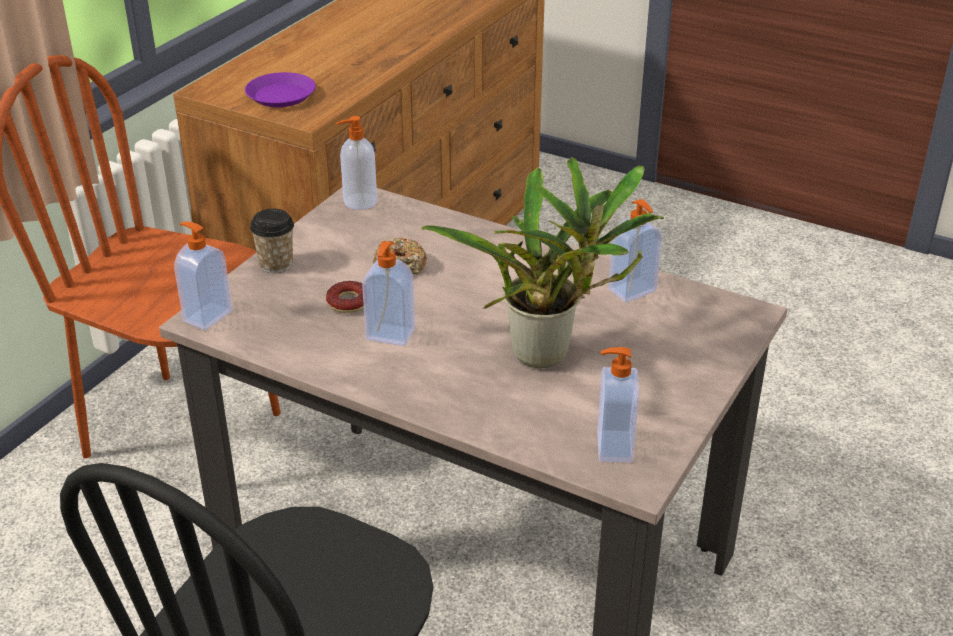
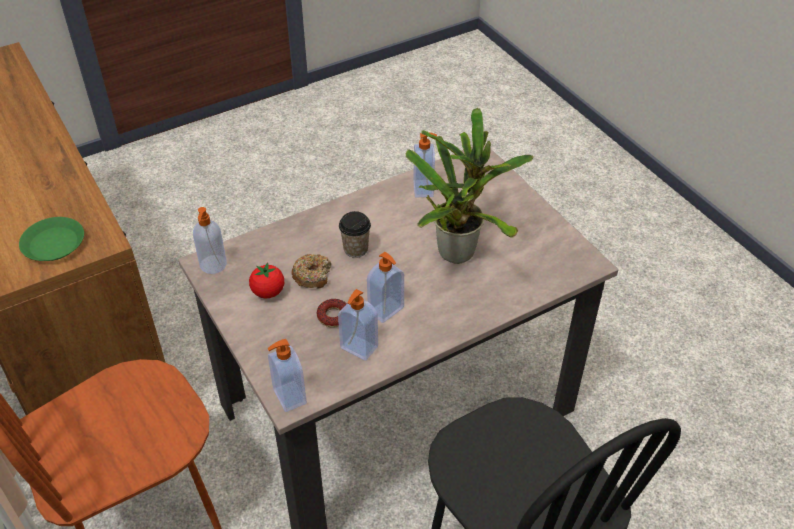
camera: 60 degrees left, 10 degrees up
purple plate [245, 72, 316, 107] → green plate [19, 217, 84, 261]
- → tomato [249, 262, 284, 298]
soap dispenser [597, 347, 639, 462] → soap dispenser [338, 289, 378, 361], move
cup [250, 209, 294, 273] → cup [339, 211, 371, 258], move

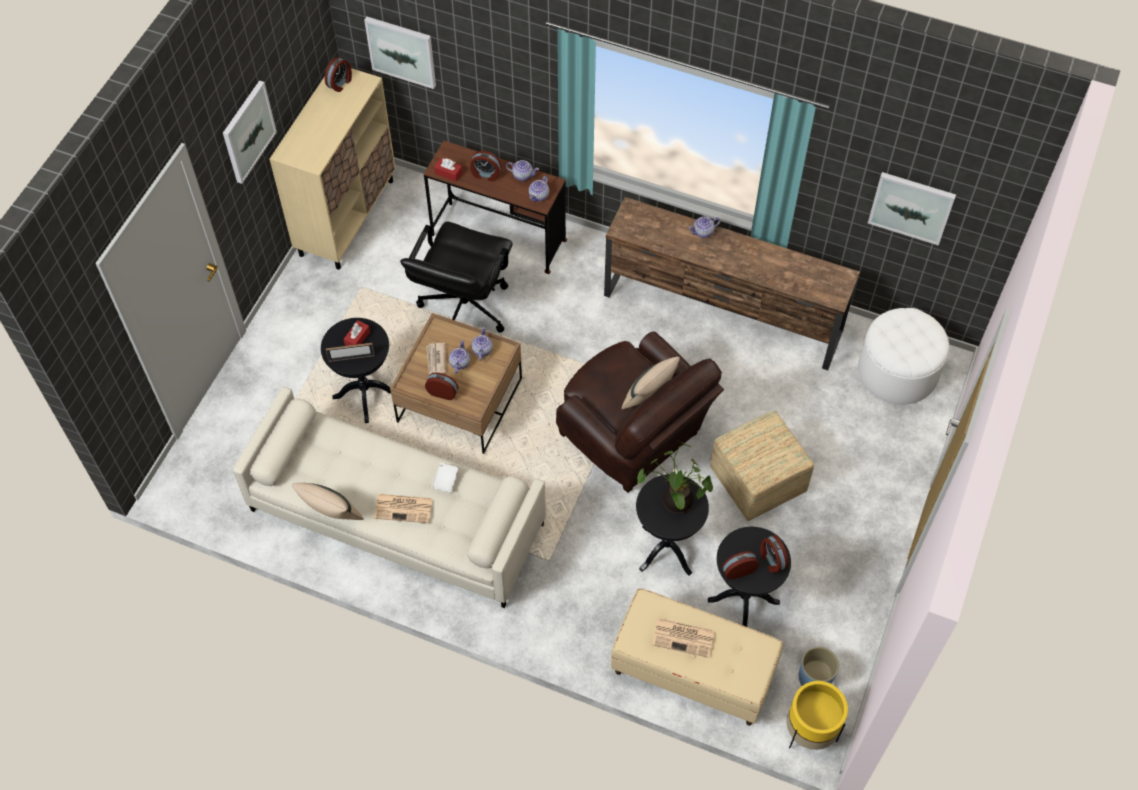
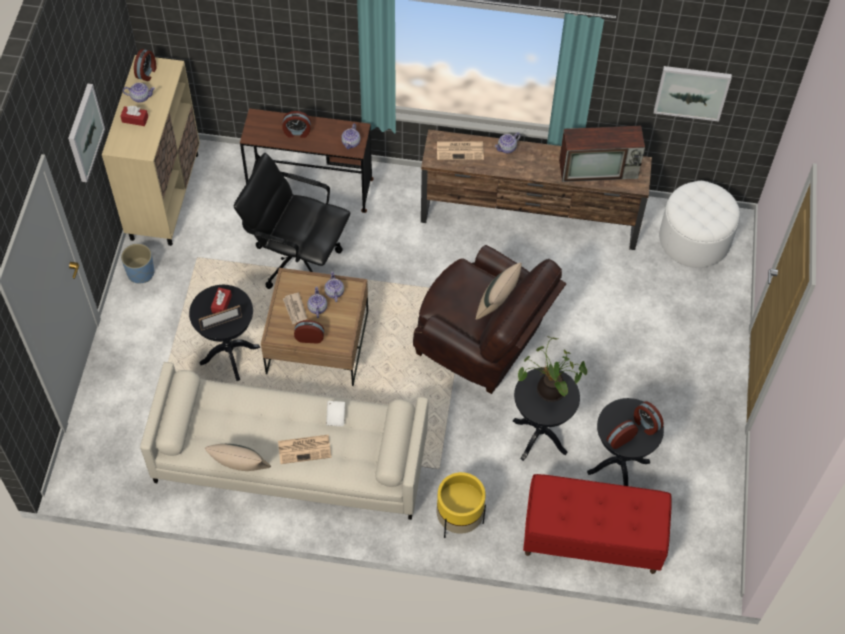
camera: 15 degrees left, 0 degrees up
red tissue box [434, 158, 462, 182] → red tissue box [120, 106, 148, 126], move
blue planter [799, 647, 839, 686] → blue planter [121, 244, 154, 283], move
teapot [506, 160, 539, 181] → teapot [123, 83, 155, 103], move
black office chair [400, 222, 513, 333] → black office chair [234, 153, 350, 289], 105 degrees clockwise
newspaper [652, 618, 715, 658] → newspaper [437, 142, 484, 160], move
yellow planter [787, 681, 848, 750] → yellow planter [437, 472, 486, 538], move
beige bench [611, 588, 783, 726] → red bench [523, 474, 672, 574]
- → television [559, 126, 645, 182]
picture [364, 17, 436, 89] → -
ottoman [710, 411, 814, 521] → -

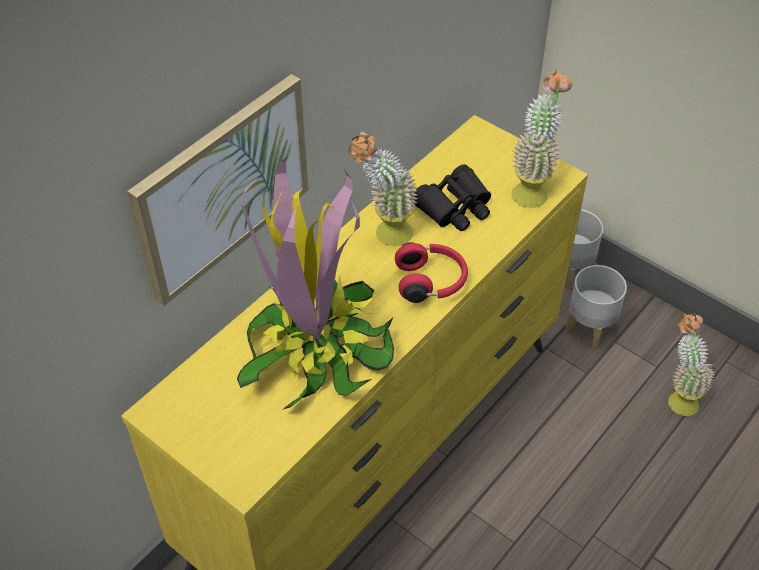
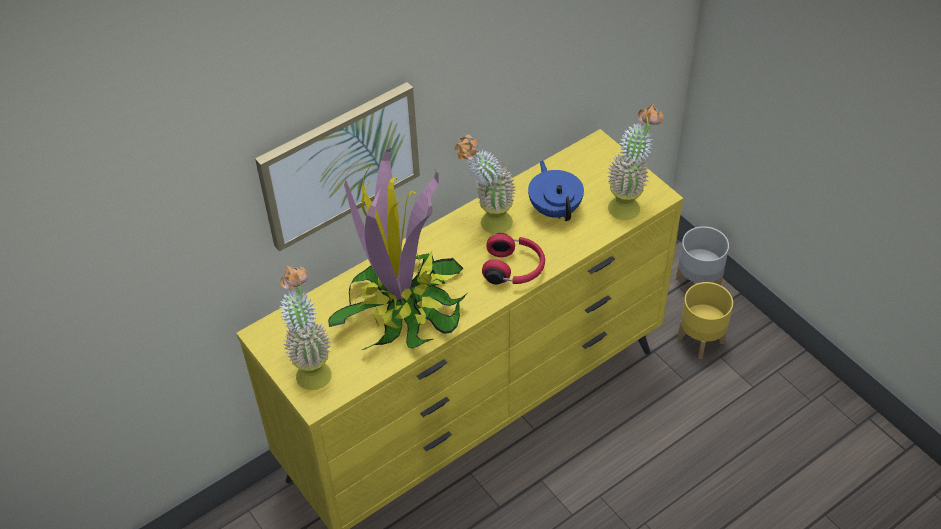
camera: 15 degrees right, 0 degrees up
potted plant [668, 314, 715, 416] → potted plant [279, 265, 332, 390], move
black binoculars [414, 164, 491, 231] → blue teapot [528, 160, 584, 221]
grey planter [566, 265, 627, 348] → yellow planter [677, 282, 733, 359]

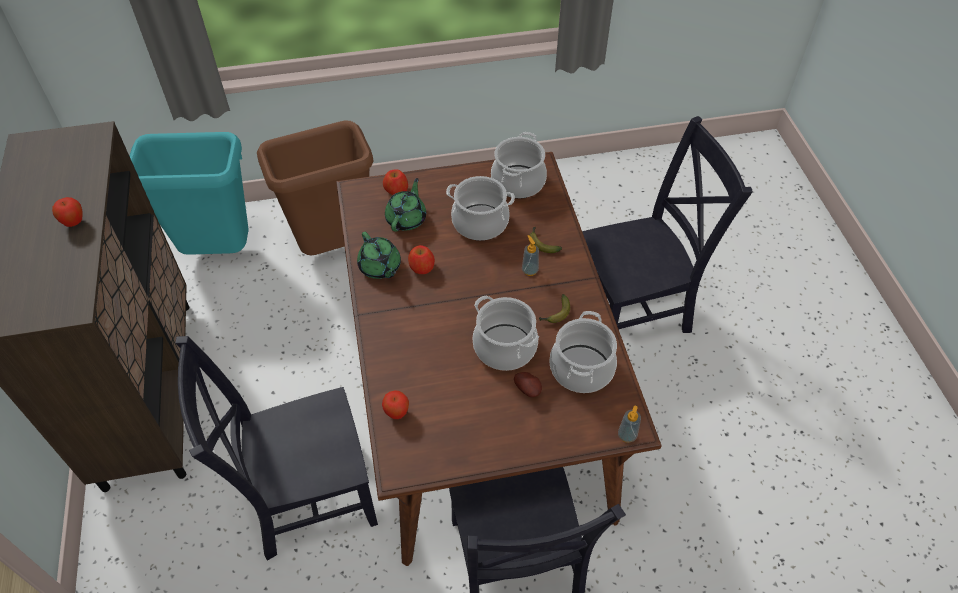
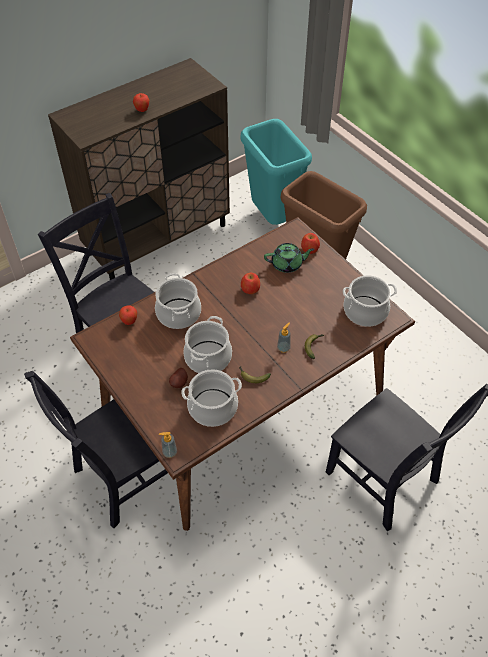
camera: 65 degrees right, 0 degrees up
cooking pot [446, 176, 515, 241] → cooking pot [155, 273, 201, 329], move
green teapot [357, 232, 401, 279] → -

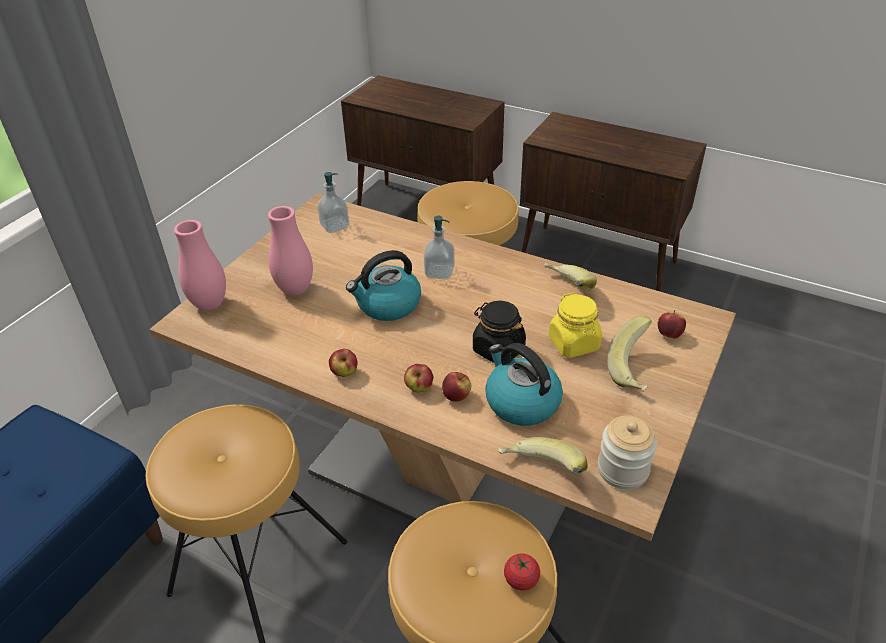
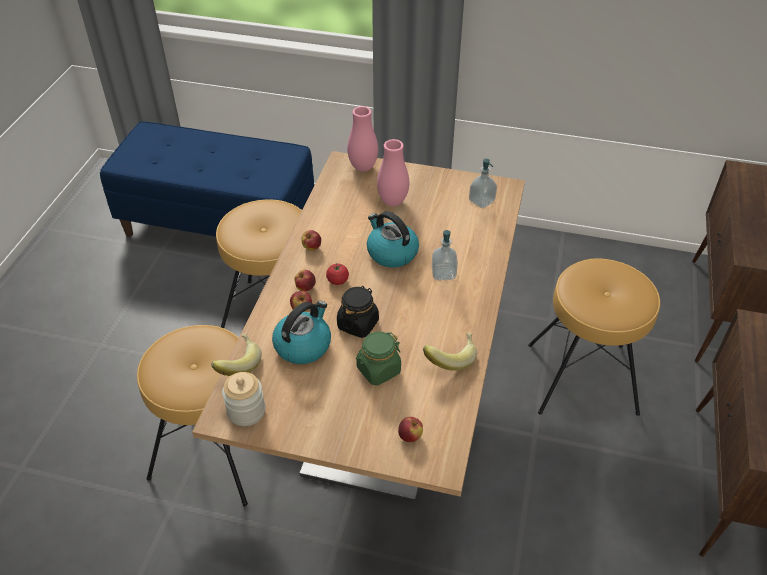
camera: 75 degrees right, 5 degrees up
tomato [504, 553, 540, 590] → tomato [326, 263, 349, 285], move
yellow jar [549, 292, 602, 358] → green jar [356, 331, 401, 386]
banana [607, 316, 652, 392] → -

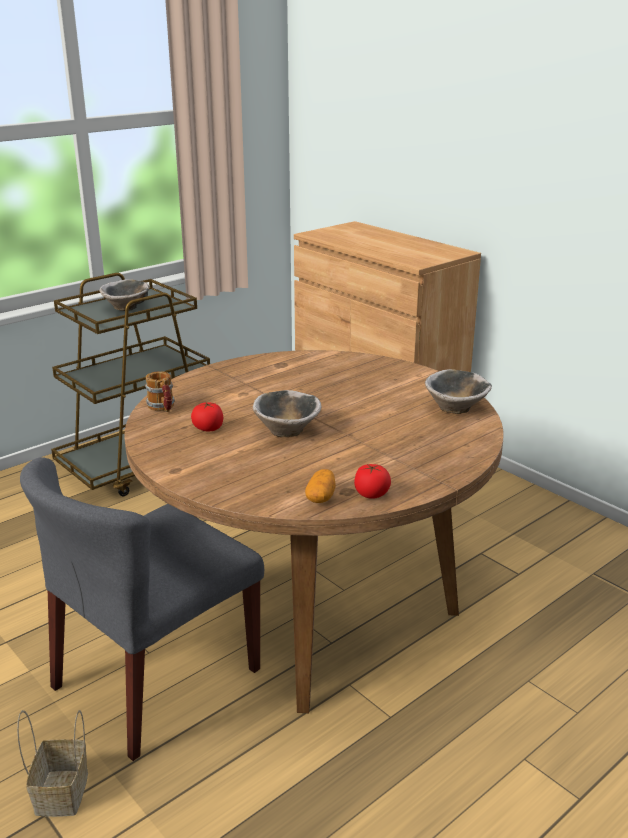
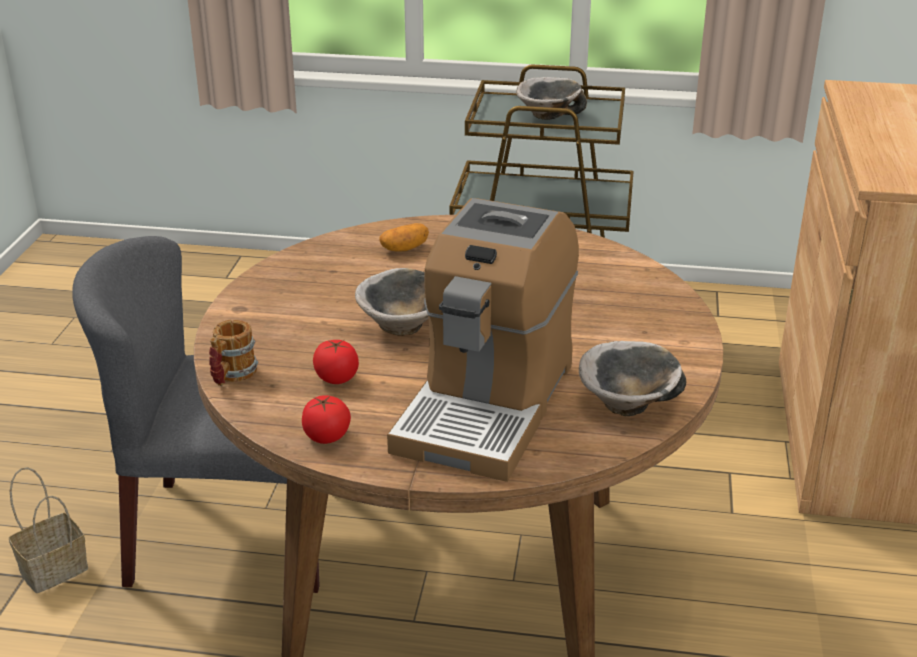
camera: 50 degrees right, 5 degrees up
mug [145, 371, 175, 412] → mug [209, 320, 258, 386], move
tomato [191, 402, 223, 431] → tomato [313, 340, 359, 384], move
potato [305, 469, 336, 503] → potato [379, 223, 429, 252], move
- → coffee machine [387, 198, 579, 482]

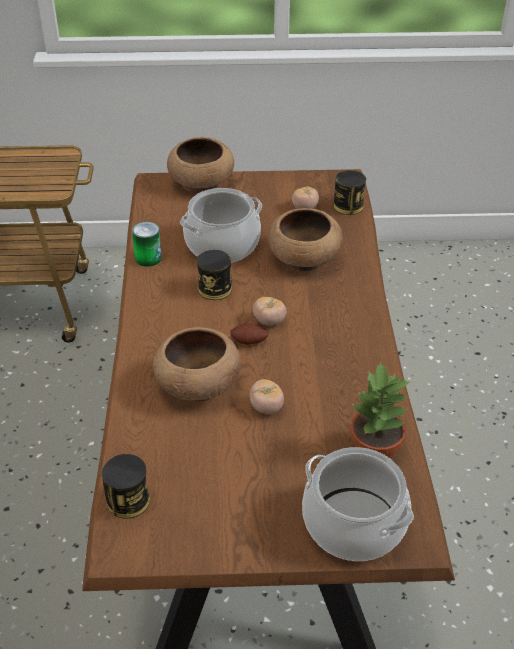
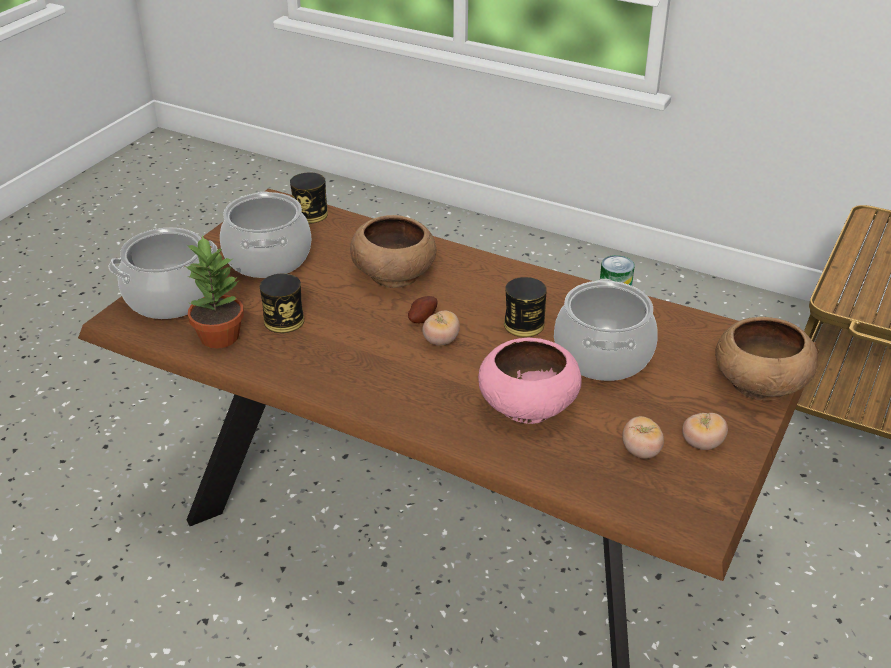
camera: 120 degrees right, 5 degrees down
- → cooking pot [220, 191, 311, 278]
can [334, 170, 366, 215] → can [260, 273, 304, 333], move
brown bowl [268, 208, 343, 271] → pink bowl [478, 338, 582, 424]
tomato [249, 379, 284, 414] → tomato [682, 412, 728, 450], move

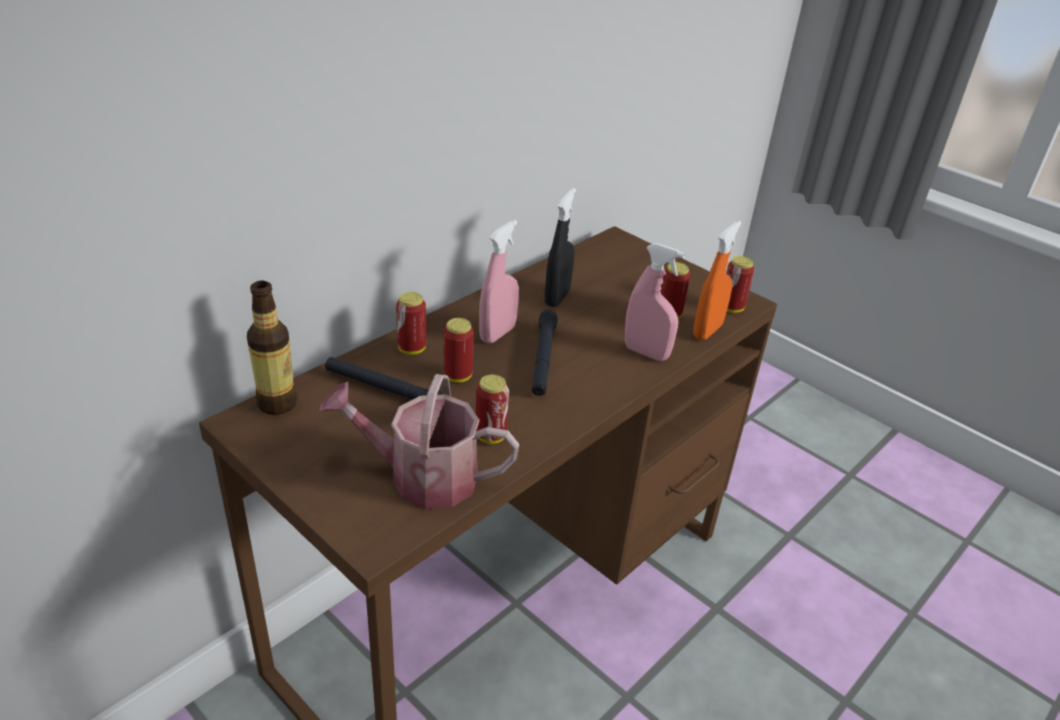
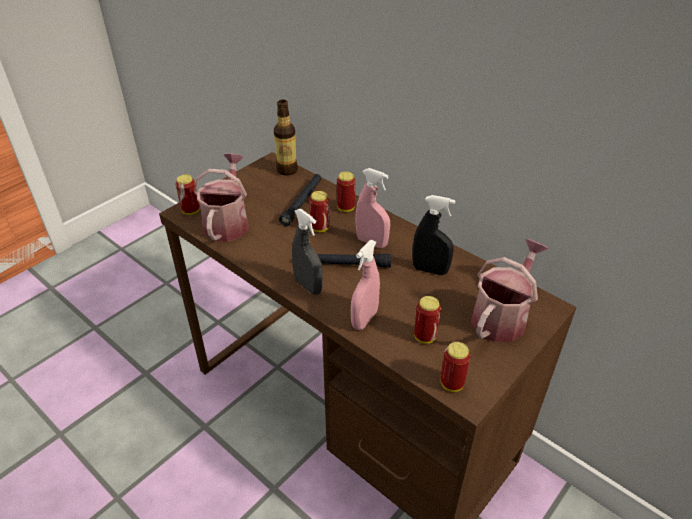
camera: 90 degrees right, 5 degrees up
can [476, 375, 509, 444] → can [176, 174, 200, 215], move
- → grey spray bottle [292, 209, 323, 295]
- → watering can [471, 239, 549, 342]
orange spray bottle [693, 221, 742, 340] → -

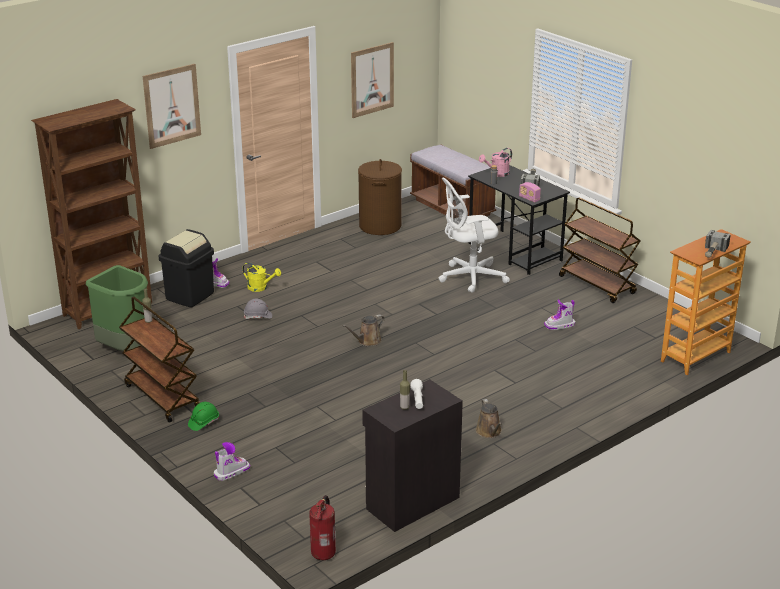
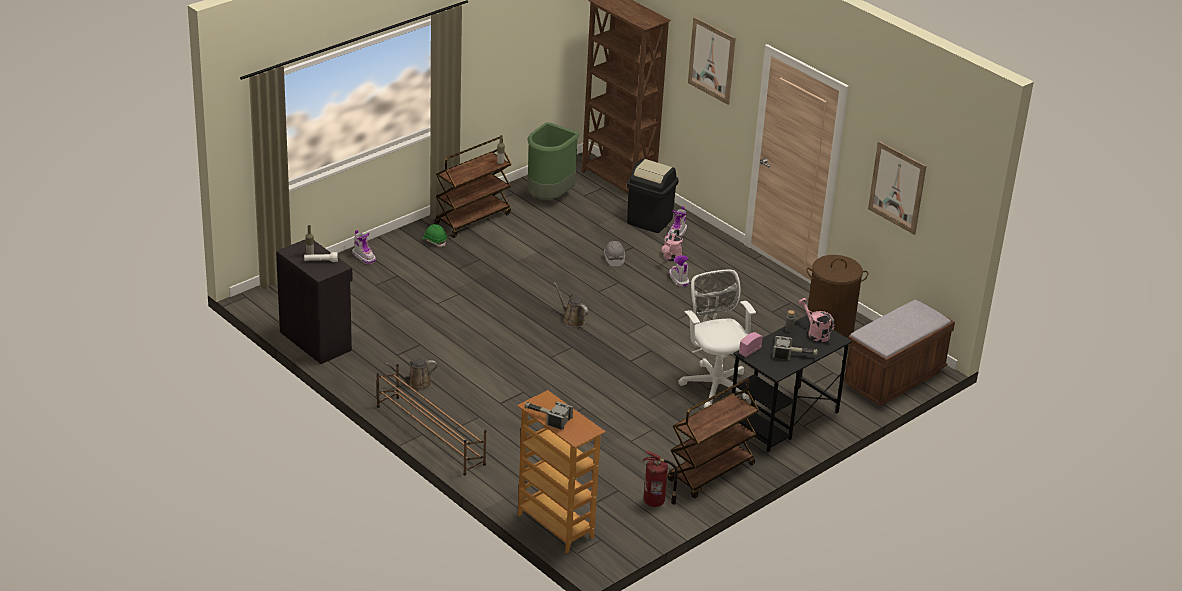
camera: 85 degrees right, 5 degrees up
- → brown shoe rack [377, 364, 486, 475]
fire extinguisher [309, 495, 336, 560] → fire extinguisher [643, 450, 678, 507], move
yellow watering can [242, 263, 281, 292] → pink watering can [662, 229, 683, 261]
boot [544, 299, 575, 330] → boot [669, 255, 690, 287], move

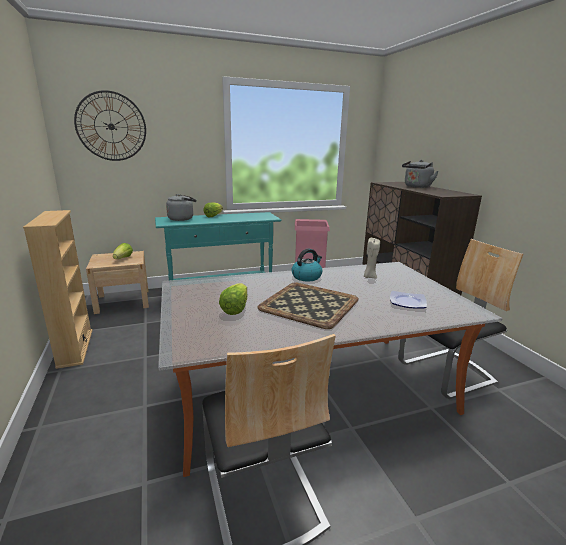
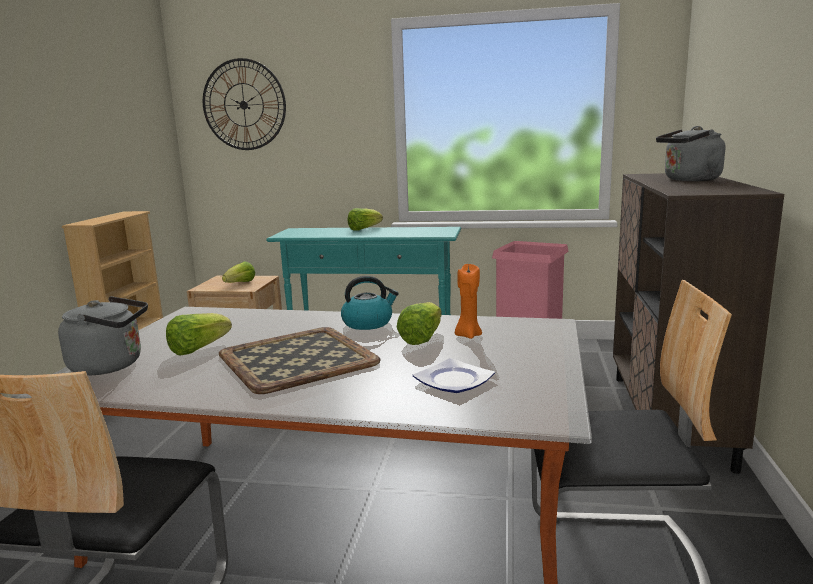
camera: 30 degrees right, 5 degrees down
grey kettle [166, 194, 196, 221] → grey kettle [58, 296, 148, 375], move
- → lettuce [397, 302, 442, 345]
beige candle [364, 238, 380, 279] → orange candle [455, 264, 482, 339]

